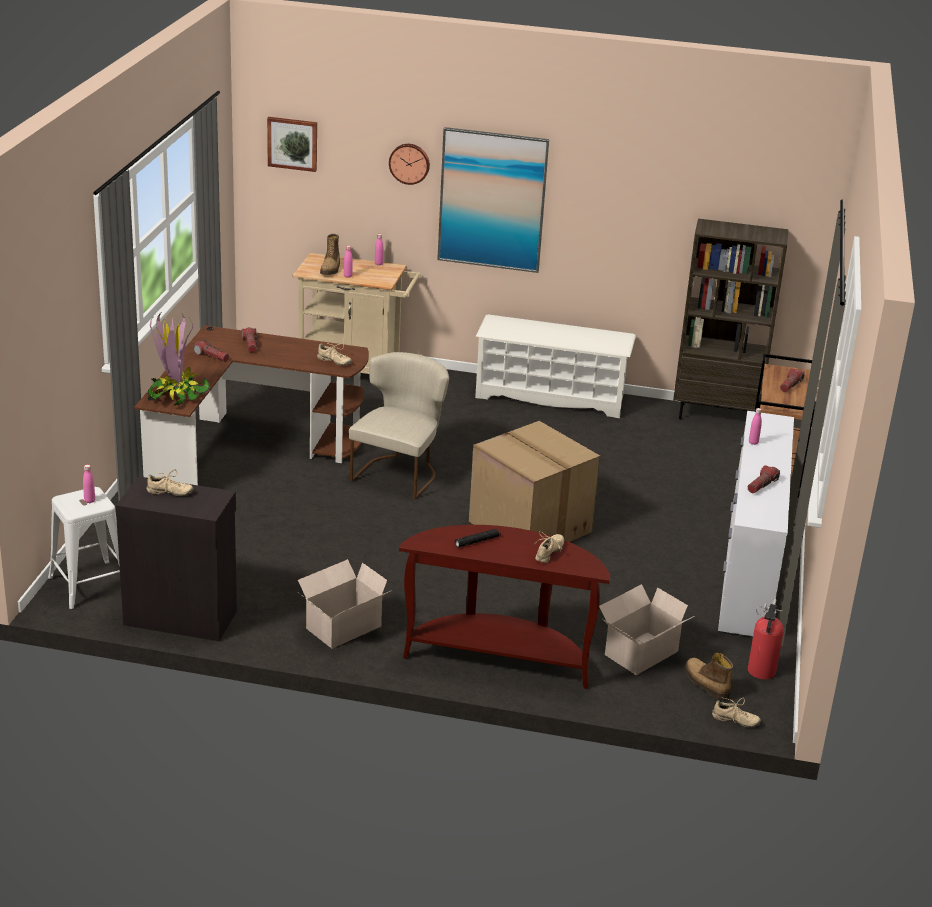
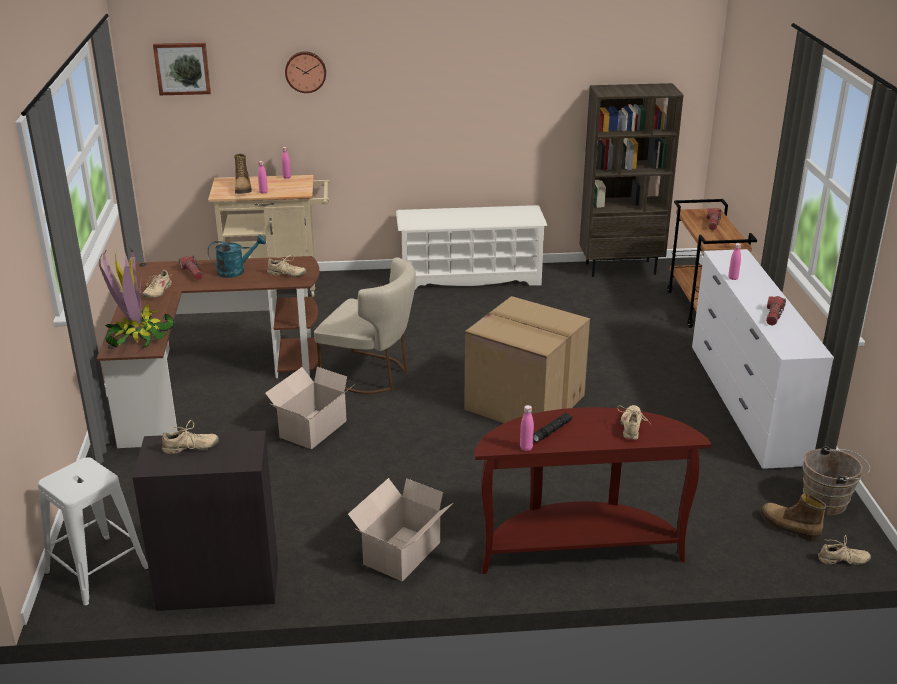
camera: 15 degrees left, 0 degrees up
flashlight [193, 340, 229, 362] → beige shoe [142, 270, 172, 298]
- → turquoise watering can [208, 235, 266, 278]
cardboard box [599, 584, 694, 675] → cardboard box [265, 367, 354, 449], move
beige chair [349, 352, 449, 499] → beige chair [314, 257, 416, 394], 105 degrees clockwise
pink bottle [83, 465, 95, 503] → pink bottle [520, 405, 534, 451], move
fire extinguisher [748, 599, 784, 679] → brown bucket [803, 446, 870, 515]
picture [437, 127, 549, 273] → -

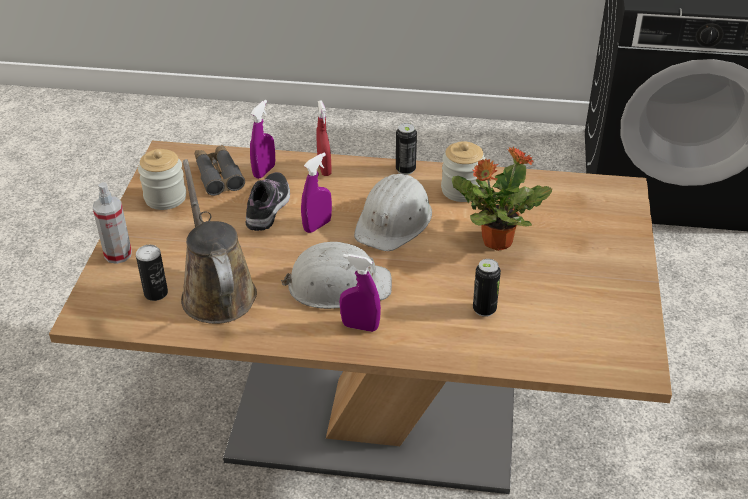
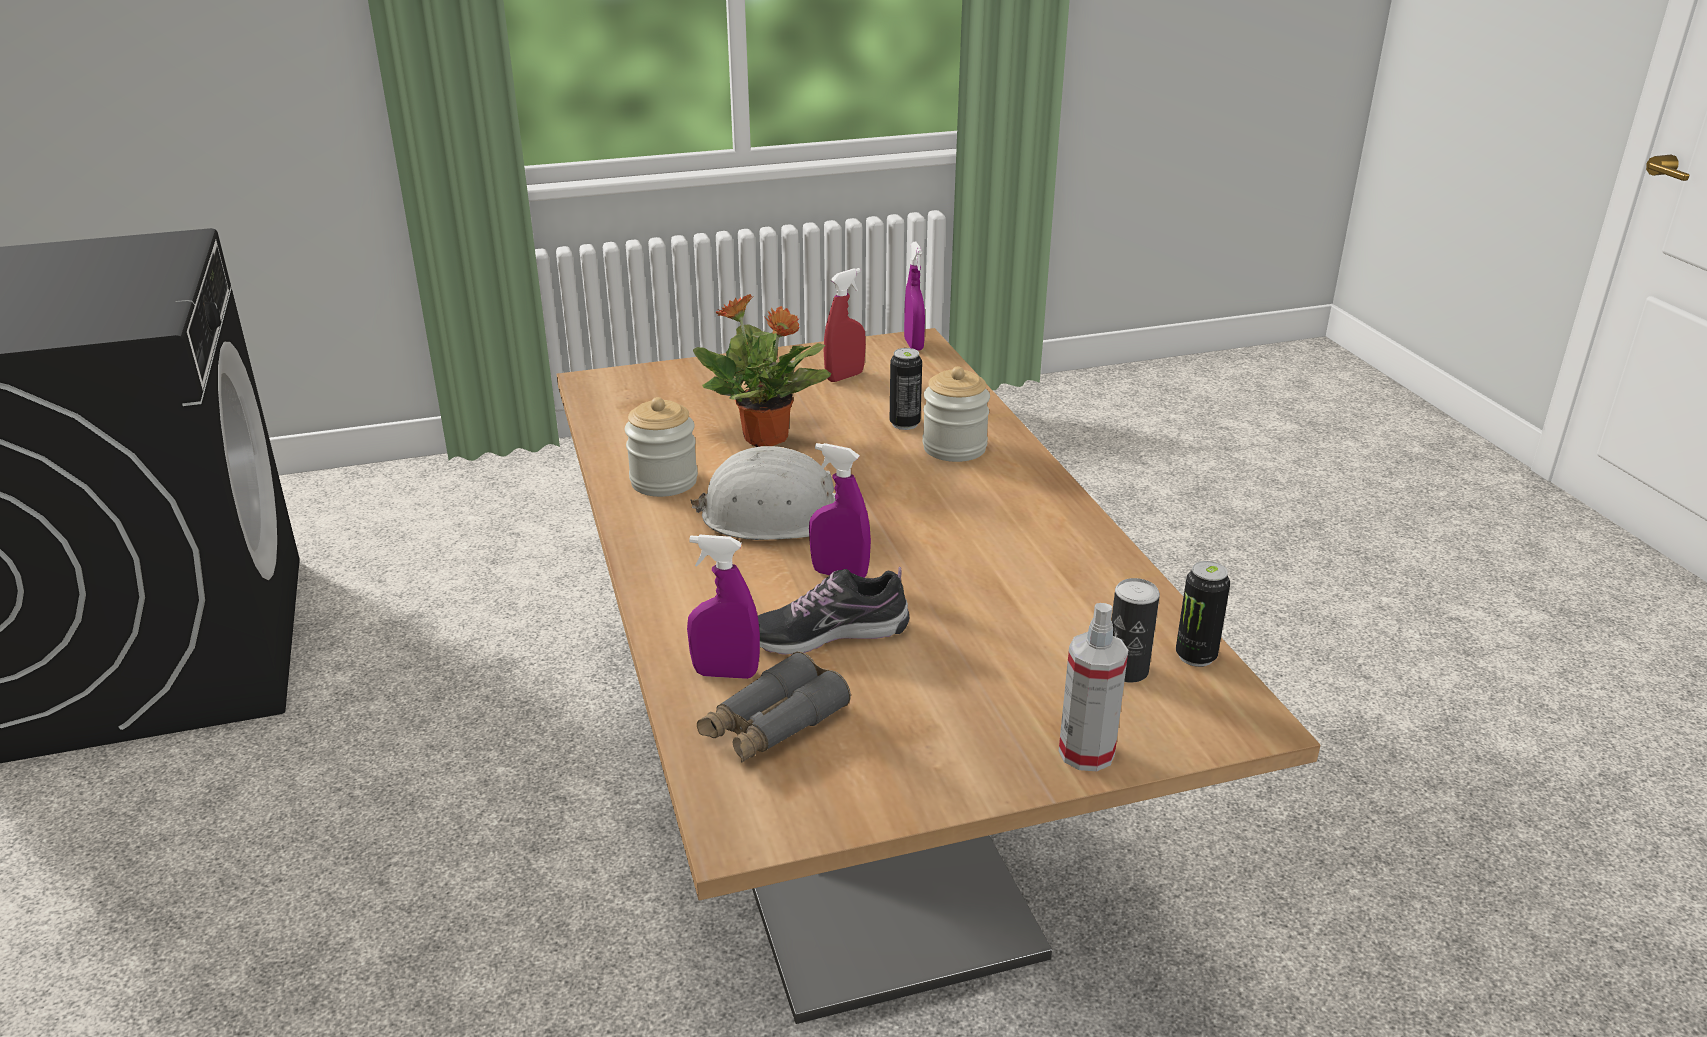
camera: 115 degrees left, 10 degrees down
red spray bottle [316, 100, 332, 176] → red spray bottle [824, 268, 866, 382], move
purple spray bottle [339, 254, 381, 332] → purple spray bottle [904, 242, 925, 351], move
jar [138, 149, 186, 210] → jar [922, 366, 990, 462], move
can [396, 123, 417, 175] → can [1176, 561, 1230, 667], move
brown watering can [181, 159, 257, 324] → -
white hard hat [280, 242, 392, 309] → -

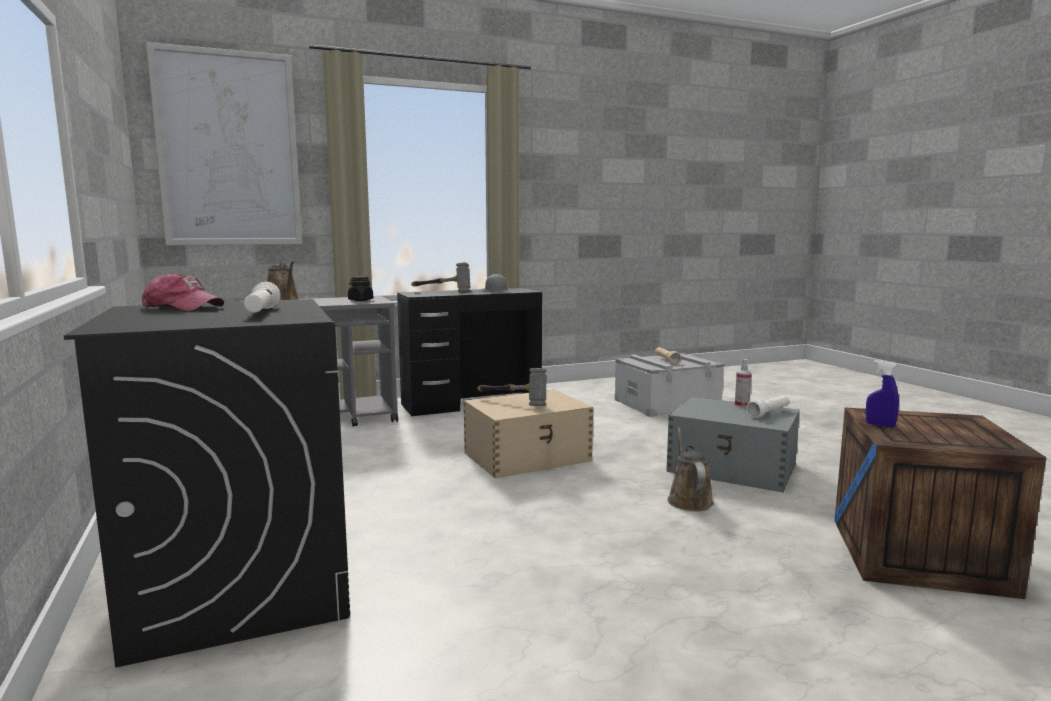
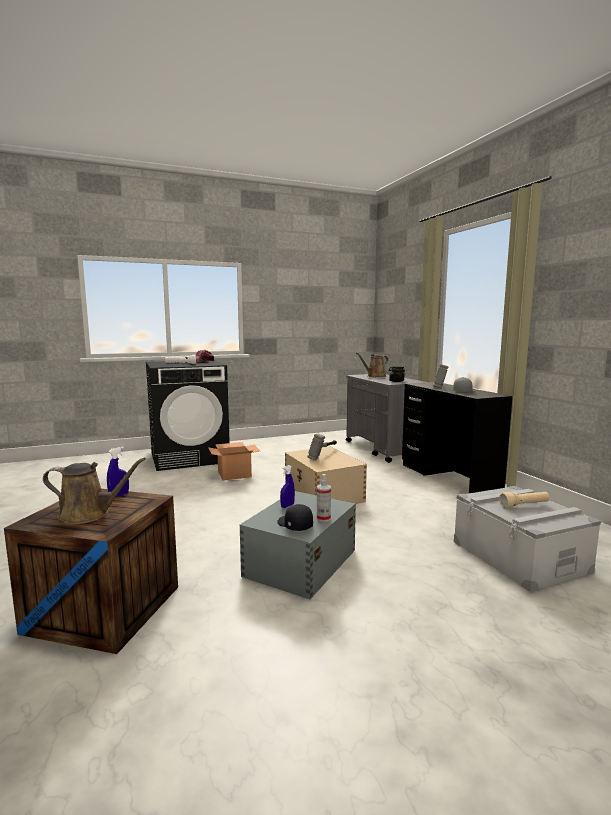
camera: 90 degrees right, 0 degrees up
brown watering can [668, 427, 714, 511] → brown watering can [43, 458, 146, 524], move
- → cardboard box [208, 442, 260, 481]
white flashlight [746, 396, 789, 418] → black cap [277, 504, 313, 531]
- → blue spray bottle [280, 465, 295, 508]
picture [146, 42, 303, 246] → -

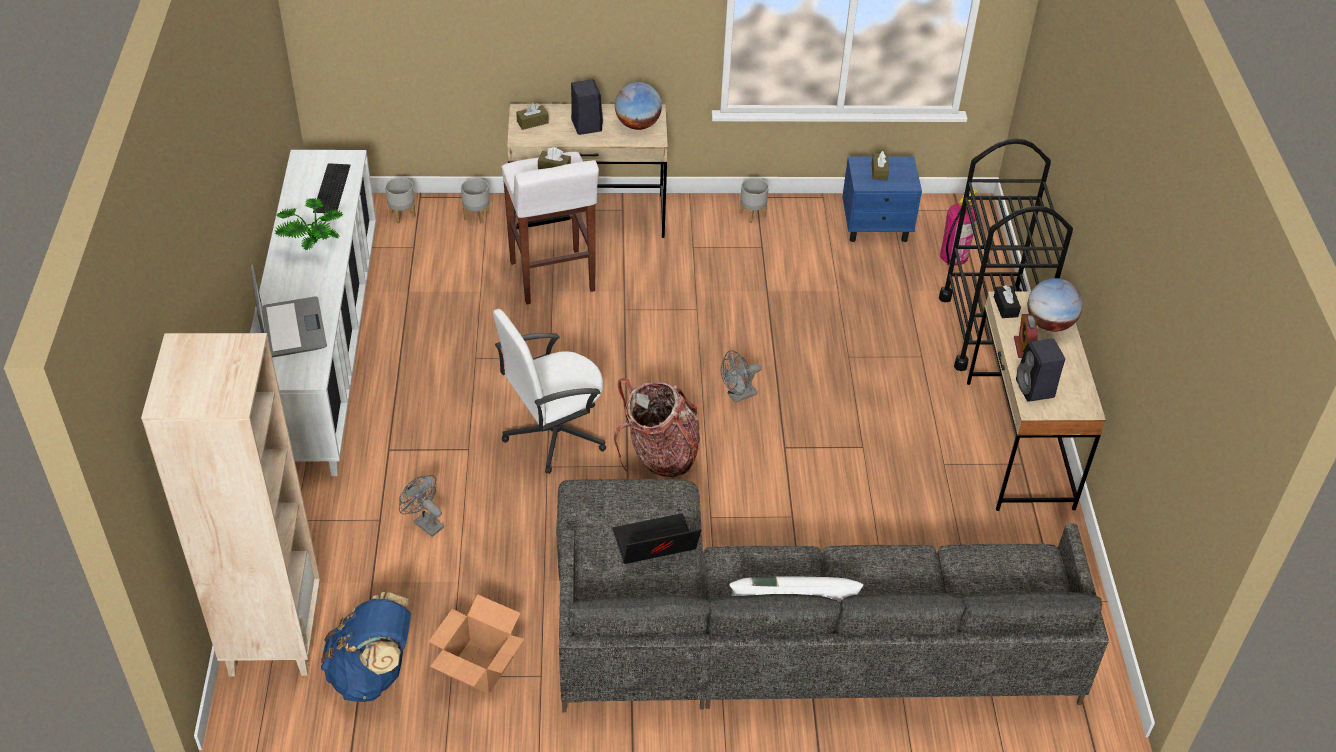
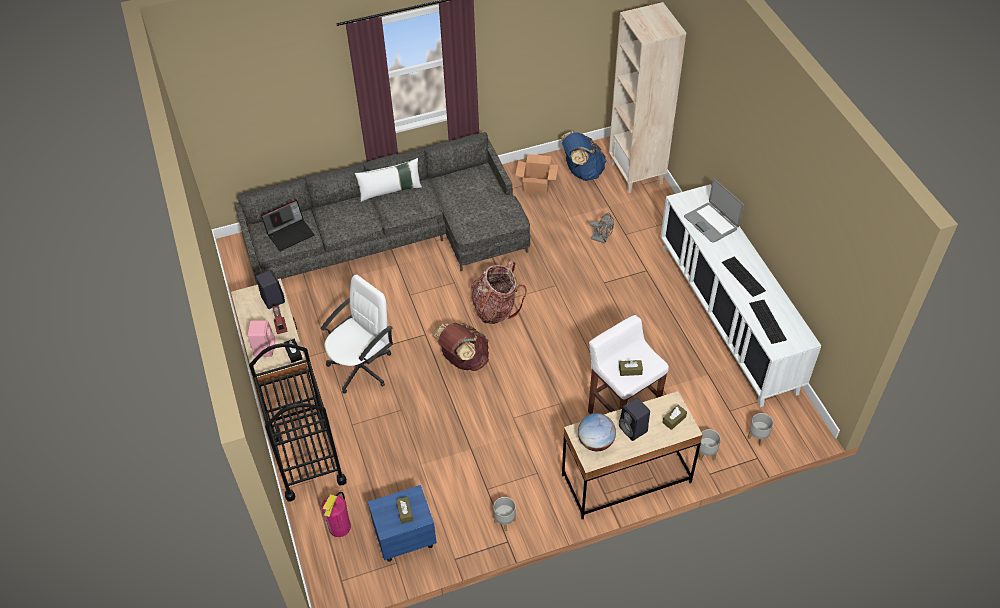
camera: 165 degrees right, 5 degrees up
globe [1027, 278, 1083, 332] → pink speaker [248, 320, 275, 357]
laptop [613, 513, 701, 564] → laptop [261, 200, 314, 251], move
white office chair [493, 309, 606, 474] → white office chair [321, 274, 393, 394], move
grey fan [721, 350, 762, 403] → brown backpack [432, 323, 489, 371]
potted plant [274, 198, 343, 250] → keyboard [722, 257, 766, 297]

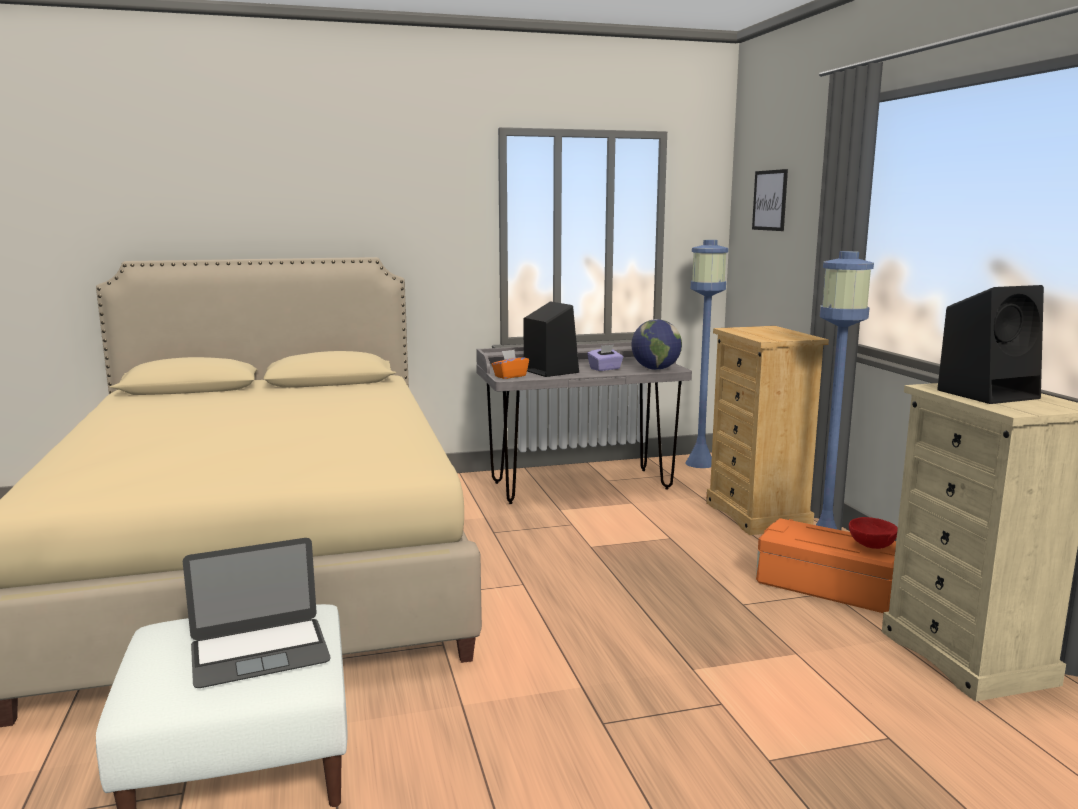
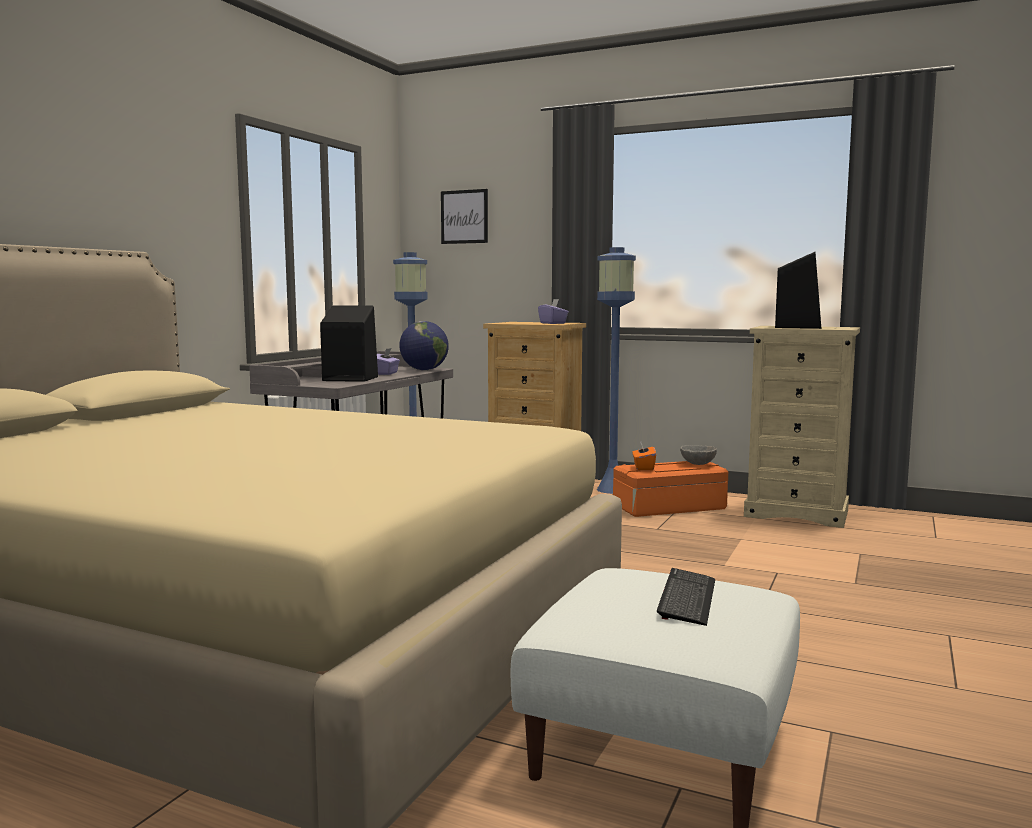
camera: 50 degrees left, 5 degrees down
- → purple tissue box [538, 299, 569, 324]
orange tissue box [491, 350, 529, 379] → orange tissue box [632, 443, 656, 470], move
laptop [183, 538, 331, 688] → keyboard [657, 568, 715, 626]
red bowl [849, 517, 898, 549] → grey bowl [680, 445, 717, 465]

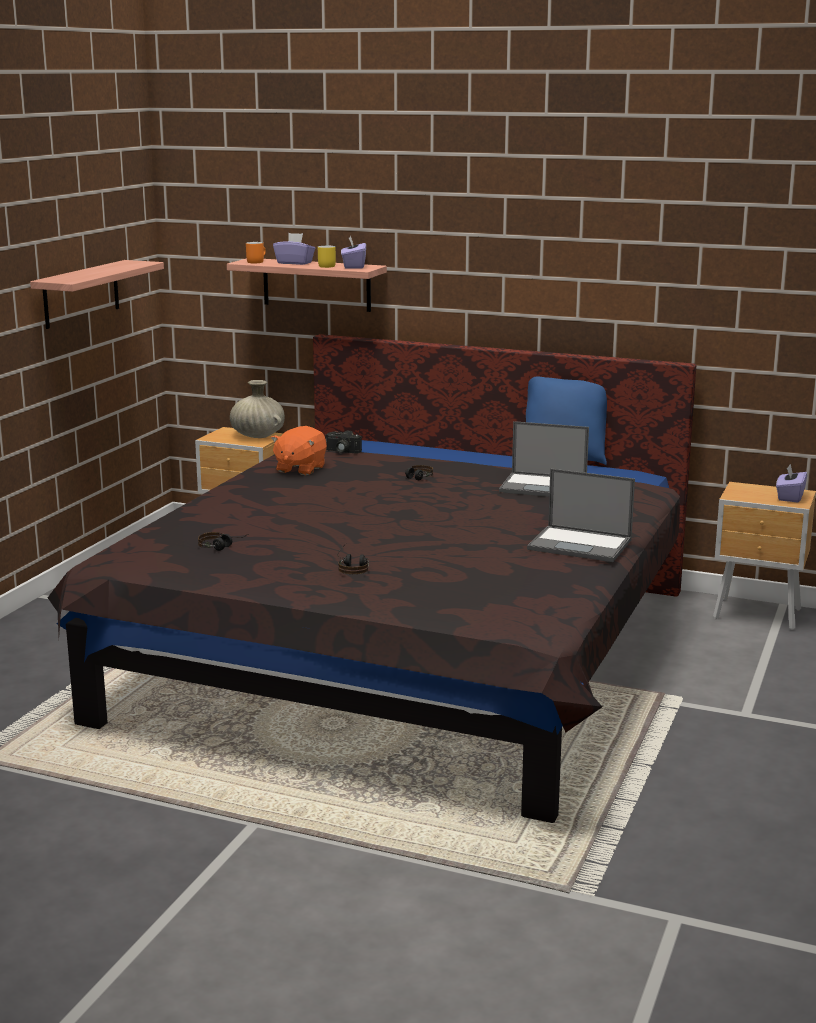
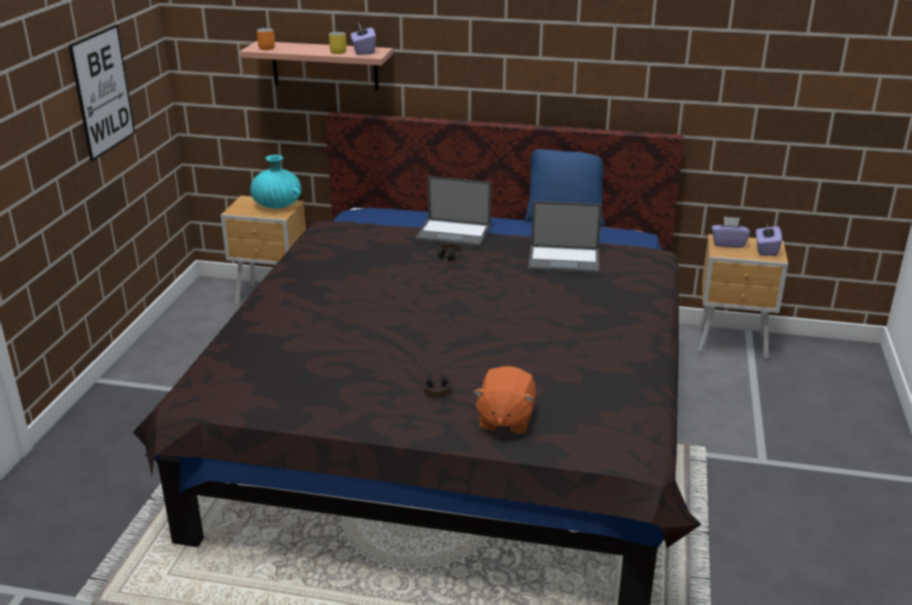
camera: 10 degrees left, 10 degrees up
shelf [30, 260, 164, 329] → picture [69, 25, 135, 161]
beige vase [230, 380, 285, 438] → turquoise vase [250, 155, 301, 209]
laptop [527, 469, 635, 562] → laptop [415, 176, 491, 248], move
orange plush toy [271, 426, 327, 475] → orange plush toy [473, 366, 536, 434], move
purple tissue box [273, 233, 315, 265] → purple tissue box [712, 216, 750, 248], move
headphones [198, 532, 249, 551] → -
photo camera [326, 430, 362, 453] → -

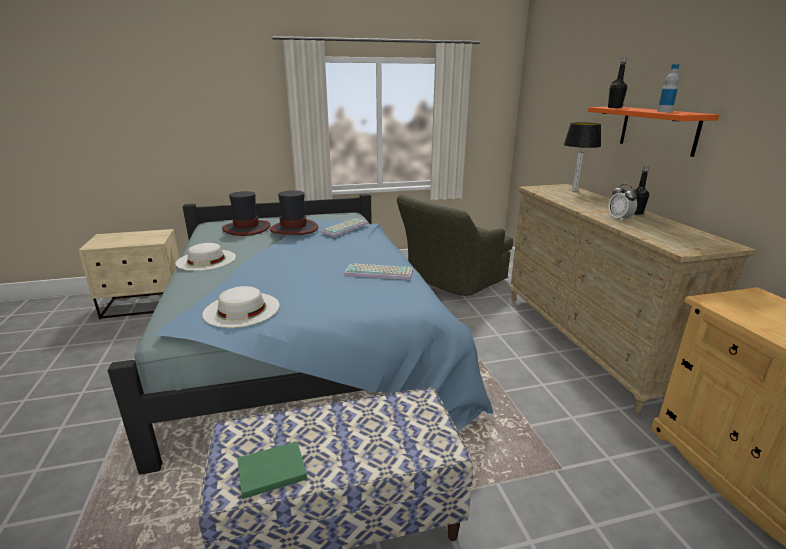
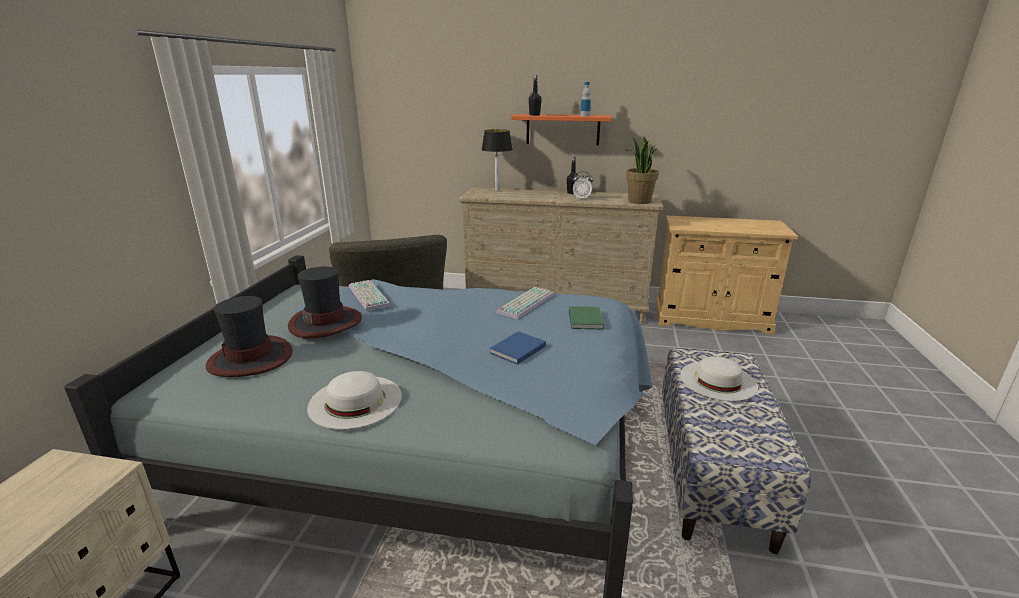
camera: 65 degrees left, 0 degrees up
- → blue book [490, 331, 546, 365]
green book [237, 441, 307, 499] → green book [569, 306, 604, 330], move
- → potted plant [625, 136, 659, 204]
white hat [202, 286, 280, 328] → white hat [680, 357, 758, 401], move

